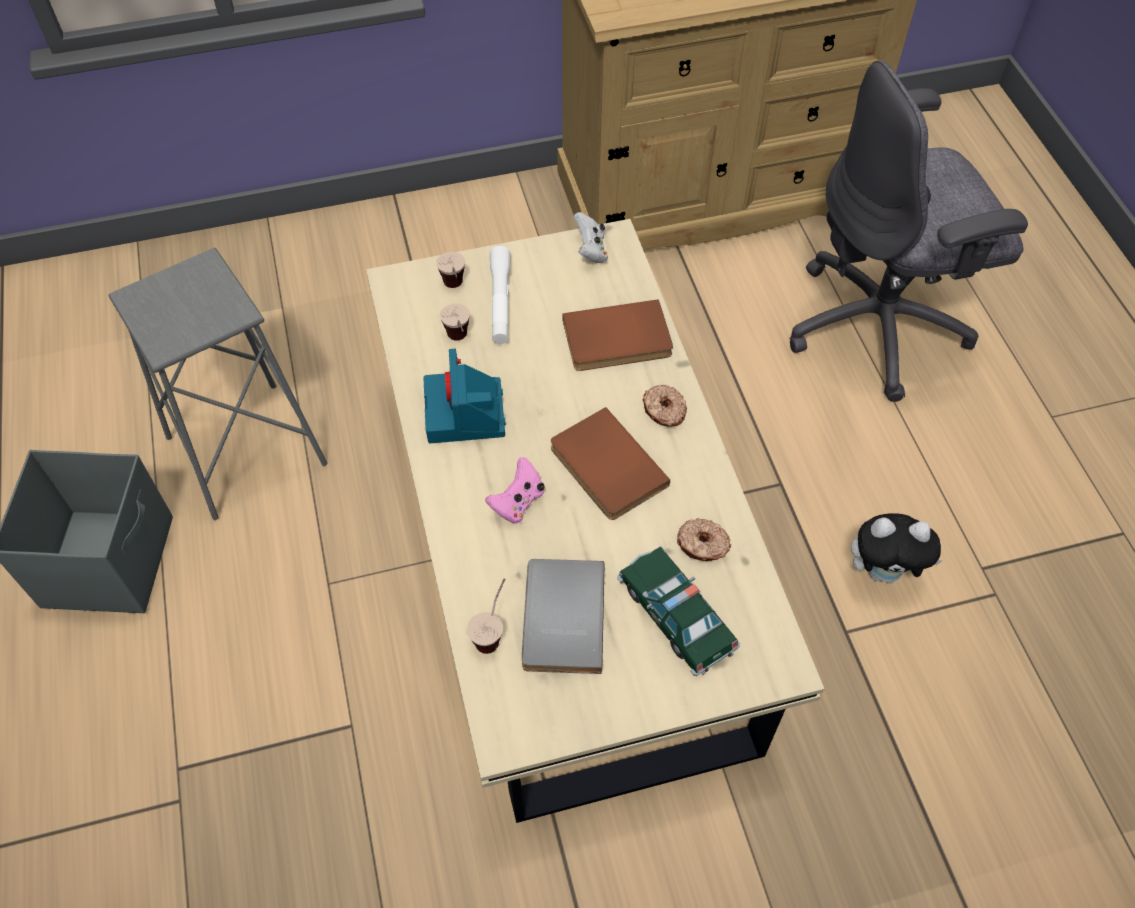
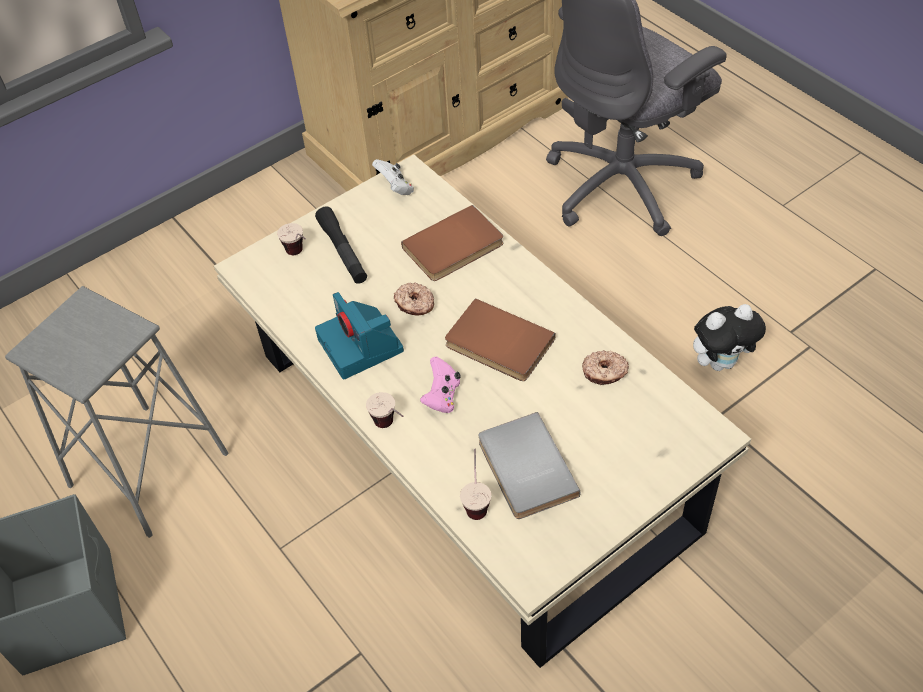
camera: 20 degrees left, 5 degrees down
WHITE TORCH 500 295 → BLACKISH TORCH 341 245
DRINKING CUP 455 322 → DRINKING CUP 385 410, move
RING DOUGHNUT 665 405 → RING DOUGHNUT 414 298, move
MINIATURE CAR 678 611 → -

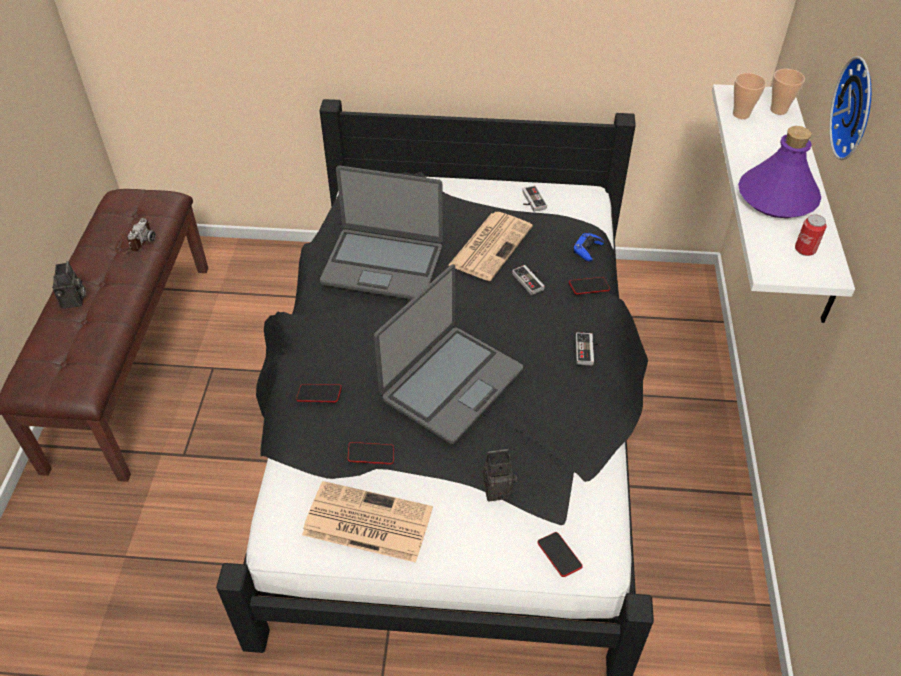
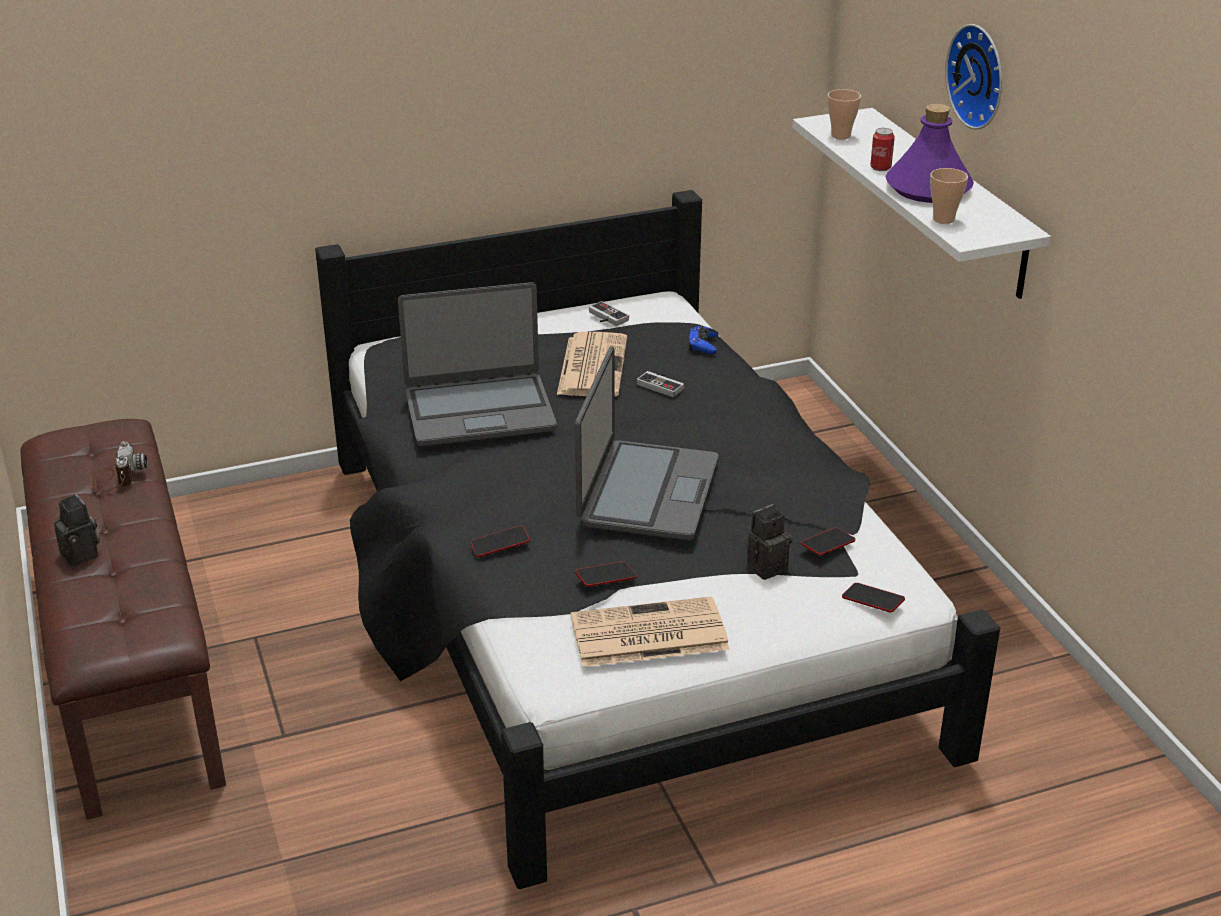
camera: 25 degrees left, 15 degrees down
DRINKING CUP 787 92 → DRINKING CUP 949 196, move
METAL CAN 811 235 → METAL CAN 882 149, move
PHONE 589 285 → PHONE 828 541, move
GAMEPAD 588 349 → -

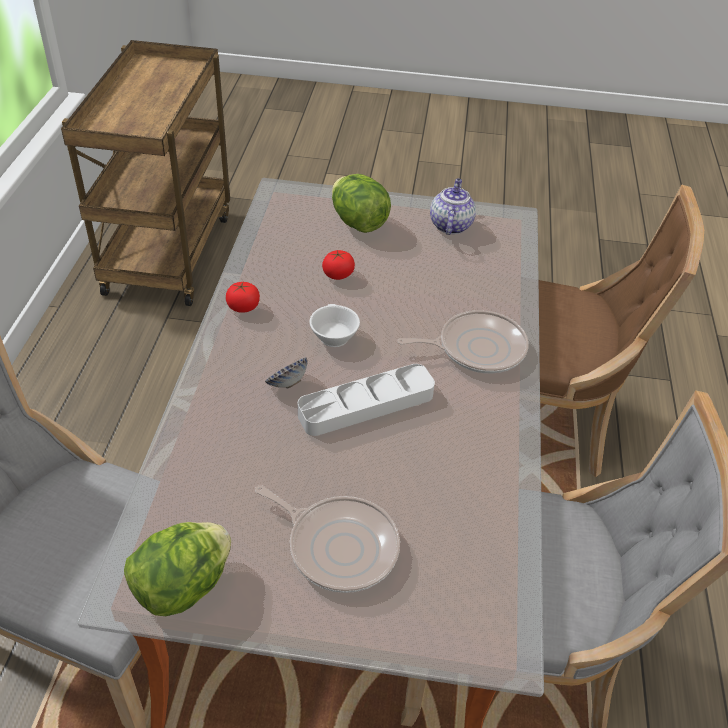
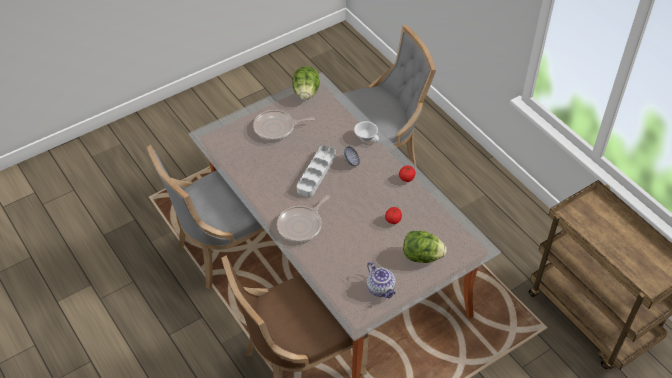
camera: 140 degrees right, 5 degrees up
WHITE DRINKING CUP 334 325 → WHITE DRINKING CUP 366 132, move

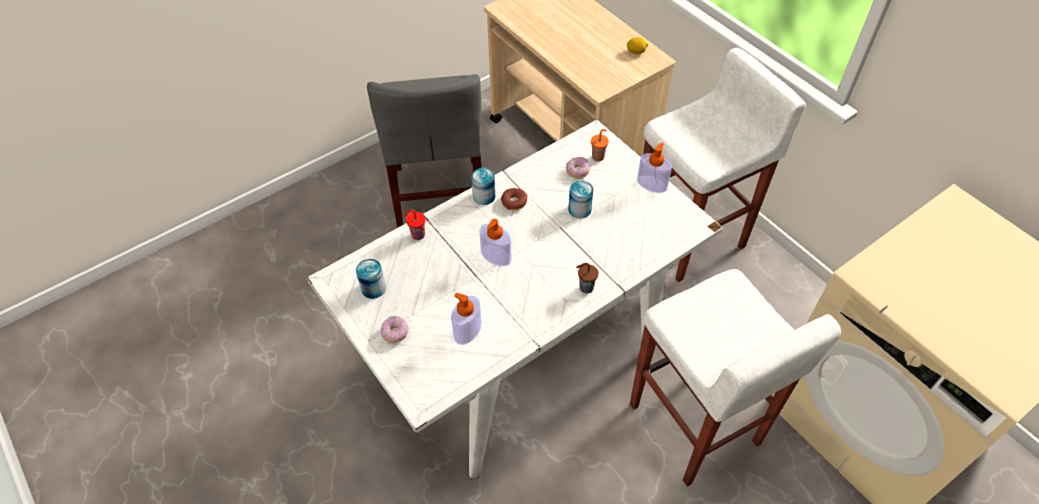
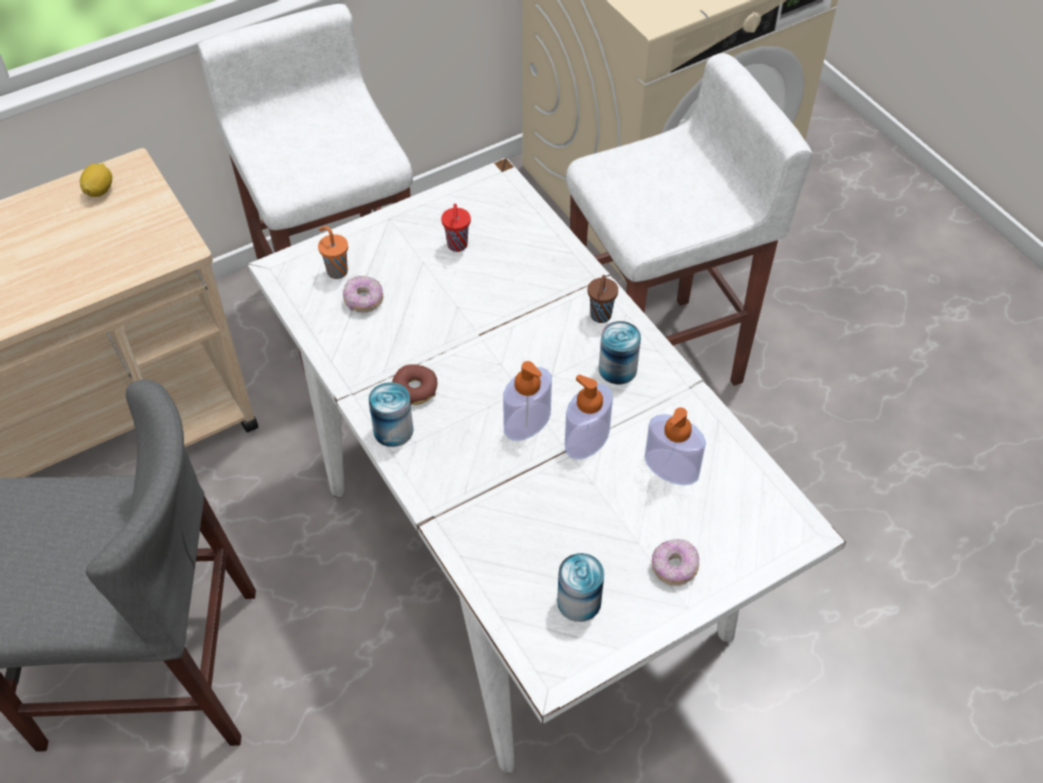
camera: 85 degrees left, 0 degrees up
SOAP BOTTLE 654 168 → SOAP BOTTLE 589 417, move
METAL CAN 580 200 → METAL CAN 620 352, move
RED-COLOURED DRINKING CUP 414 225 → RED-COLOURED DRINKING CUP 456 227, move

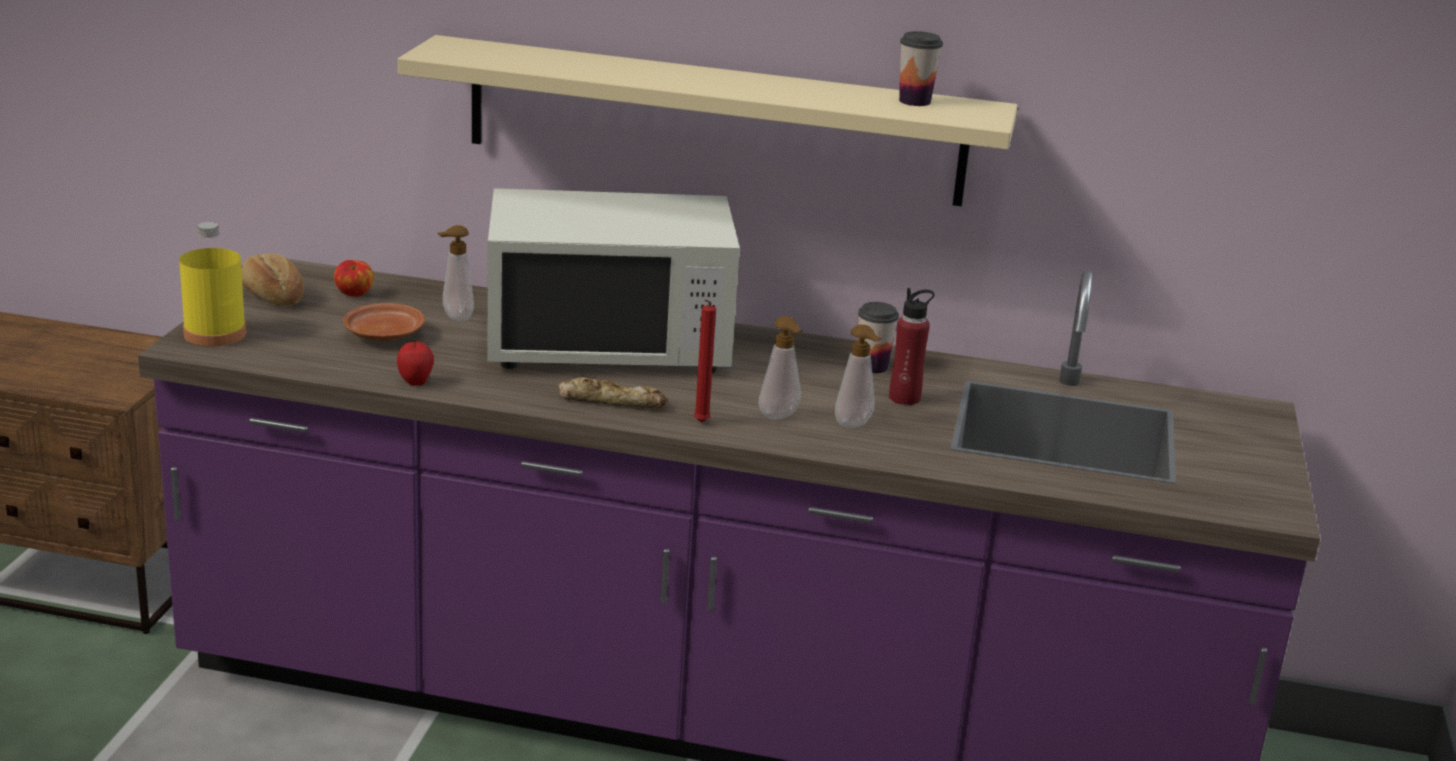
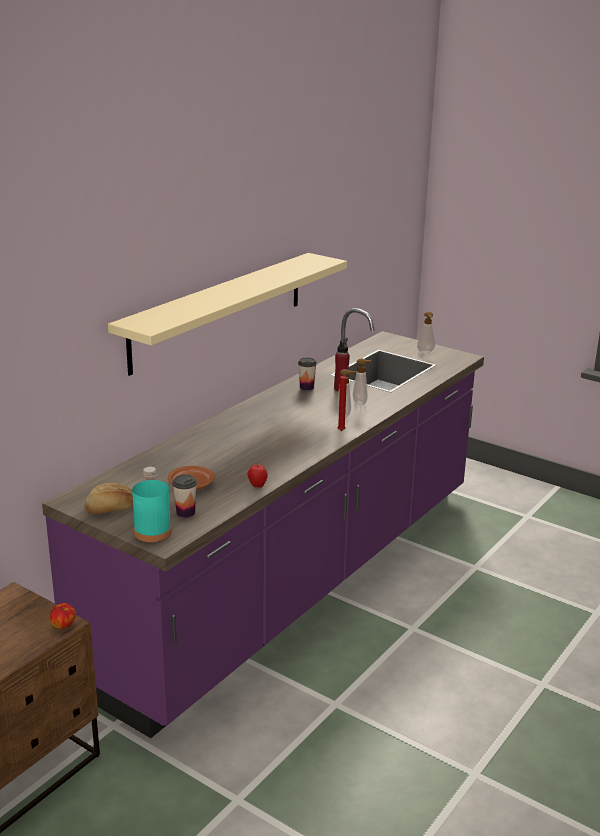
camera: 65 degrees left, 0 degrees up
DRINKING CUP 921 68 → DRINKING CUP 184 496, move
WHITE MICROWAVE 613 280 → -
YELLOW DRINK BOTTLE 212 284 → TURQUOISE-COLOURED DRINK BOTTLE 151 504
SOAP BOTTLE 456 273 → SOAP BOTTLE 426 332, move
APPLE FRUIT 354 278 → APPLE FRUIT 63 616, move
BAKED BREAD 613 393 → -

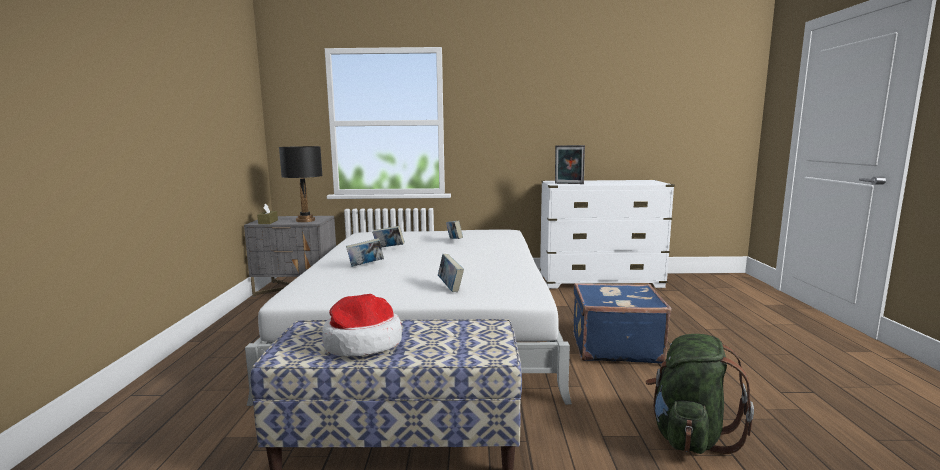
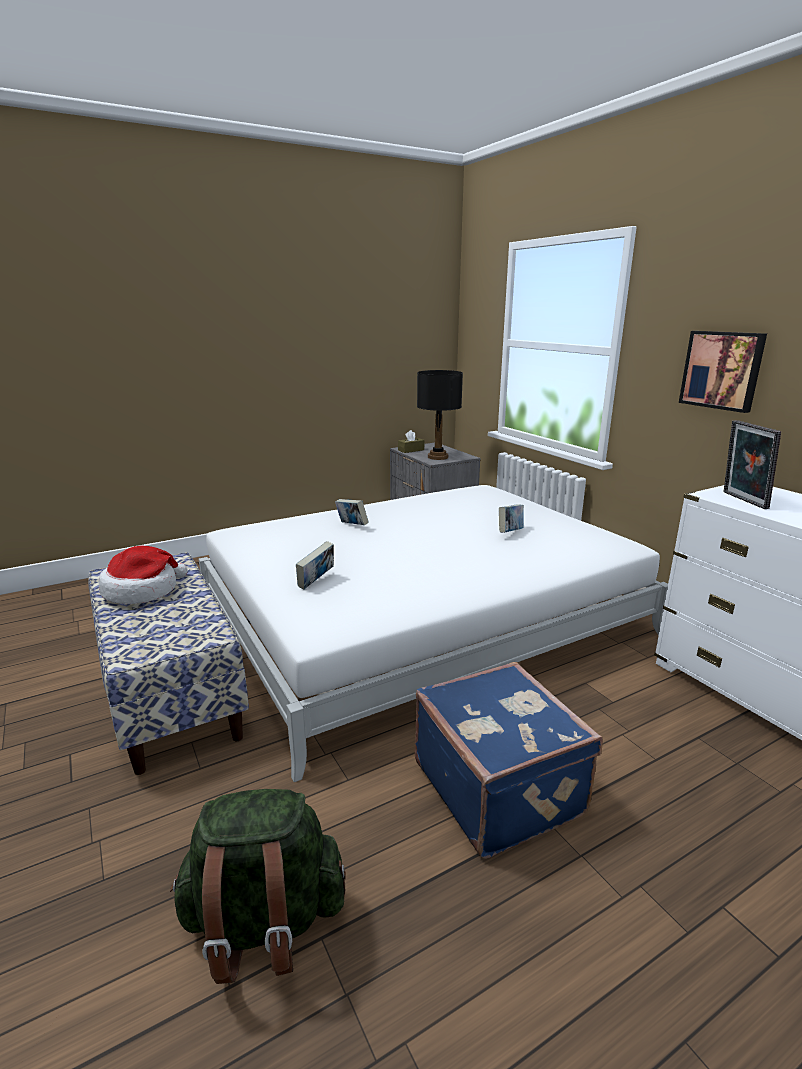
camera: 60 degrees right, 10 degrees up
VOLUME 388 237 → -
- → PICTURE 723 372

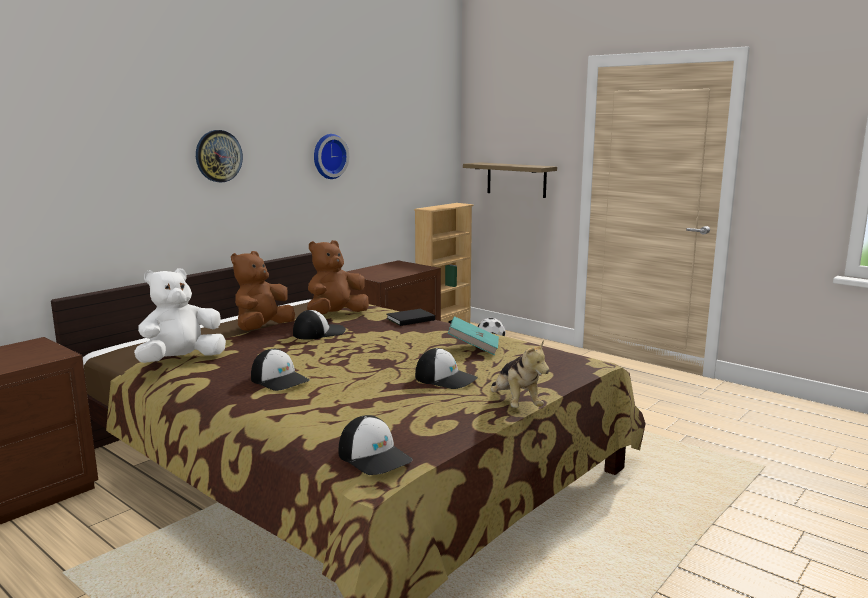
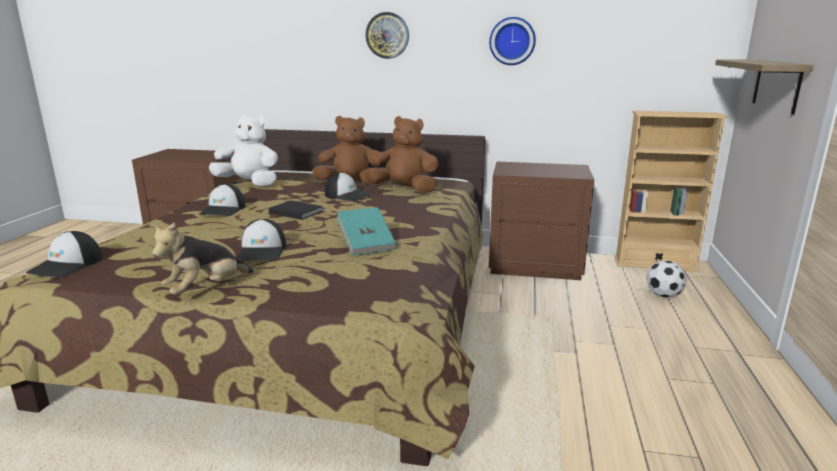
camera: 60 degrees right, 5 degrees up
BLACKISH VOLUME 410 317 → BLACKISH VOLUME 296 210, move

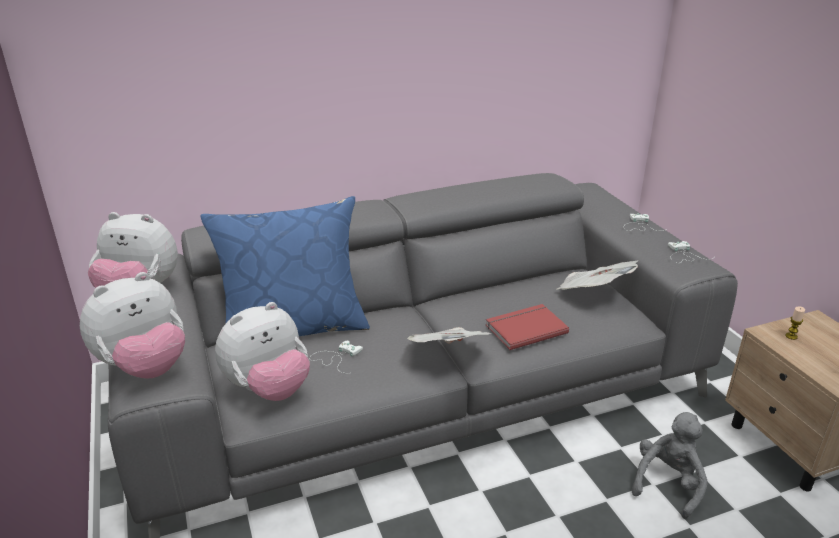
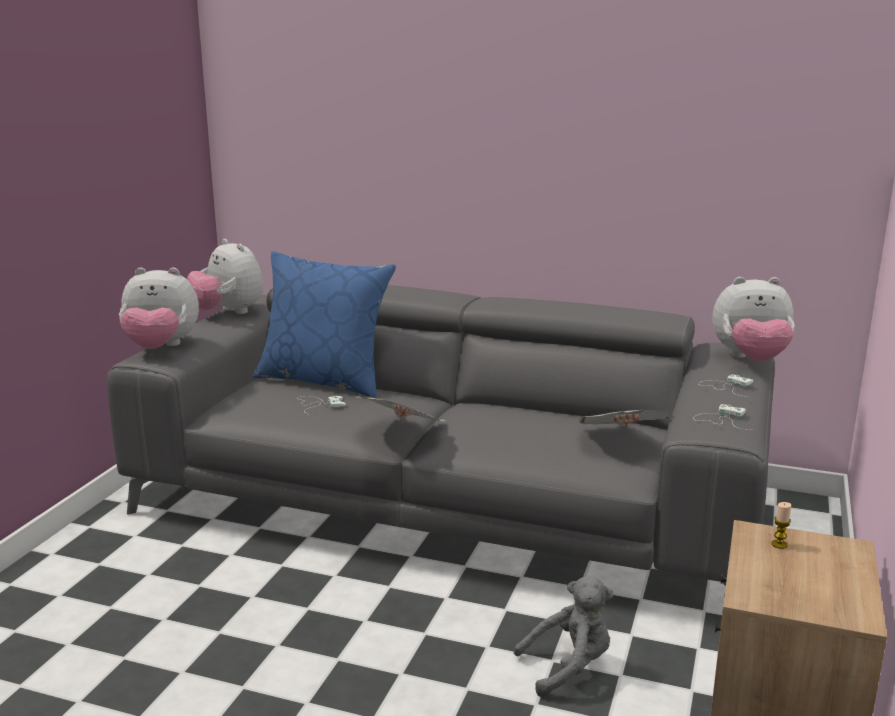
camera: 40 degrees right, 10 degrees down
CUDDLY TOY 262 351 → CUDDLY TOY 754 319, move
RED-COLOURED VOLUME 527 327 → -

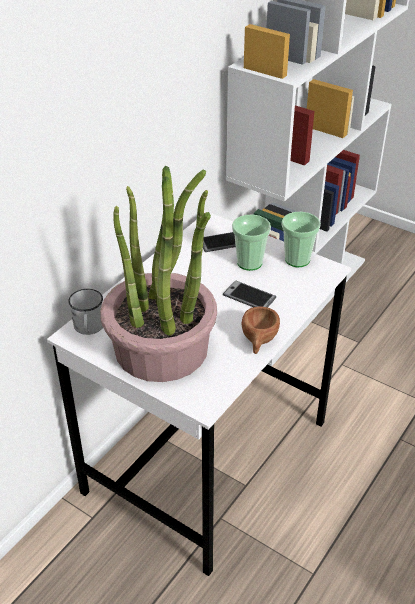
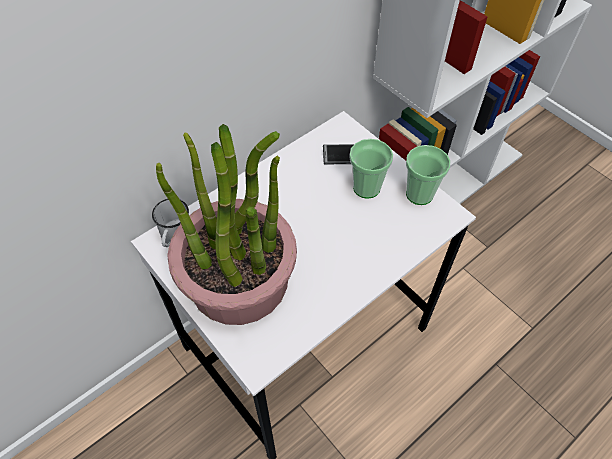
camera: 15 degrees right, 15 degrees up
PHONE 249 293 → -
BROWN-COLOURED DRINKING CUP 261 330 → -

